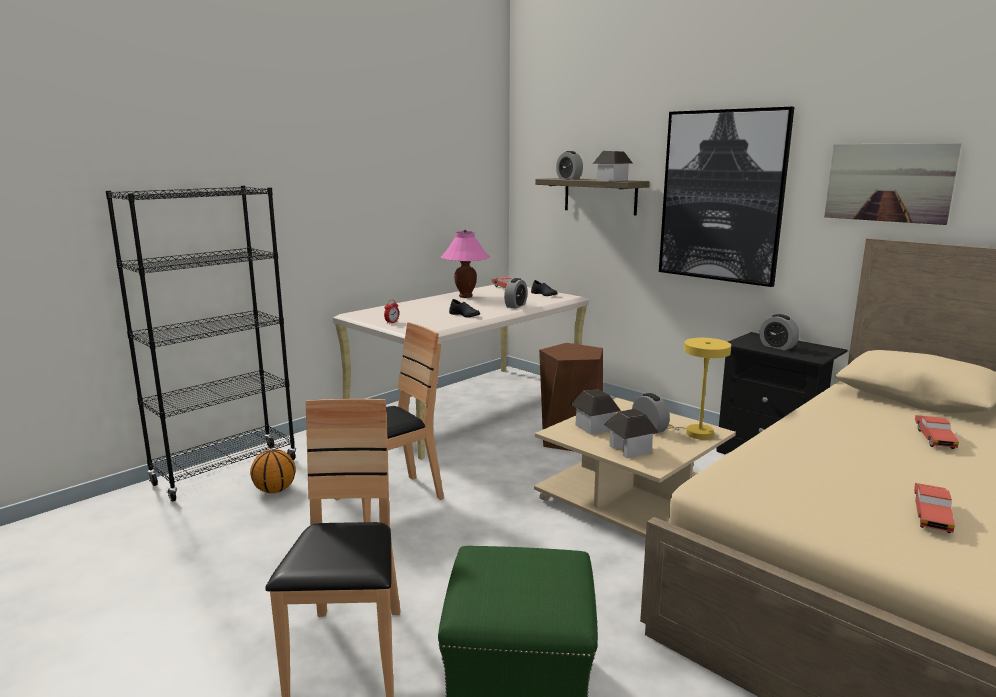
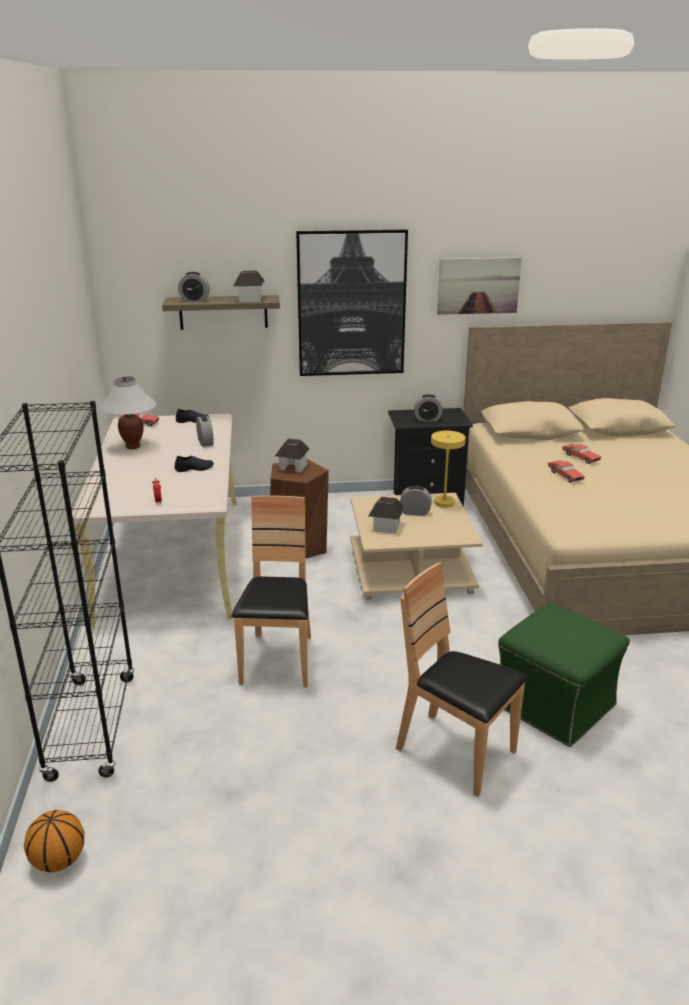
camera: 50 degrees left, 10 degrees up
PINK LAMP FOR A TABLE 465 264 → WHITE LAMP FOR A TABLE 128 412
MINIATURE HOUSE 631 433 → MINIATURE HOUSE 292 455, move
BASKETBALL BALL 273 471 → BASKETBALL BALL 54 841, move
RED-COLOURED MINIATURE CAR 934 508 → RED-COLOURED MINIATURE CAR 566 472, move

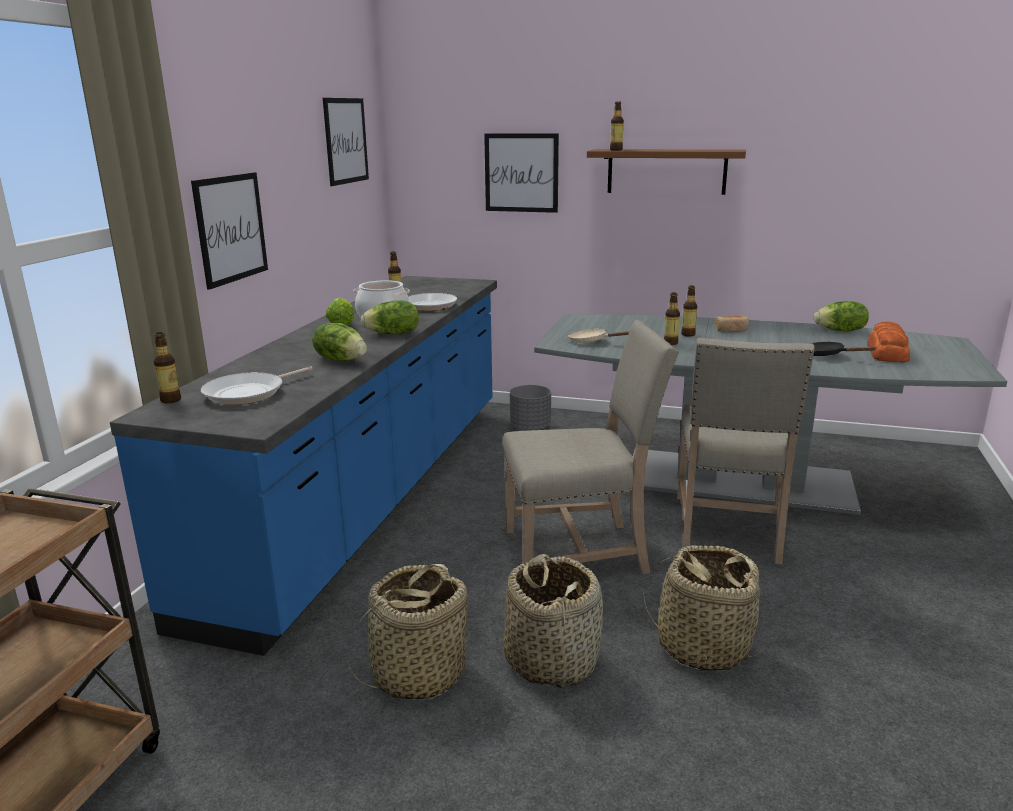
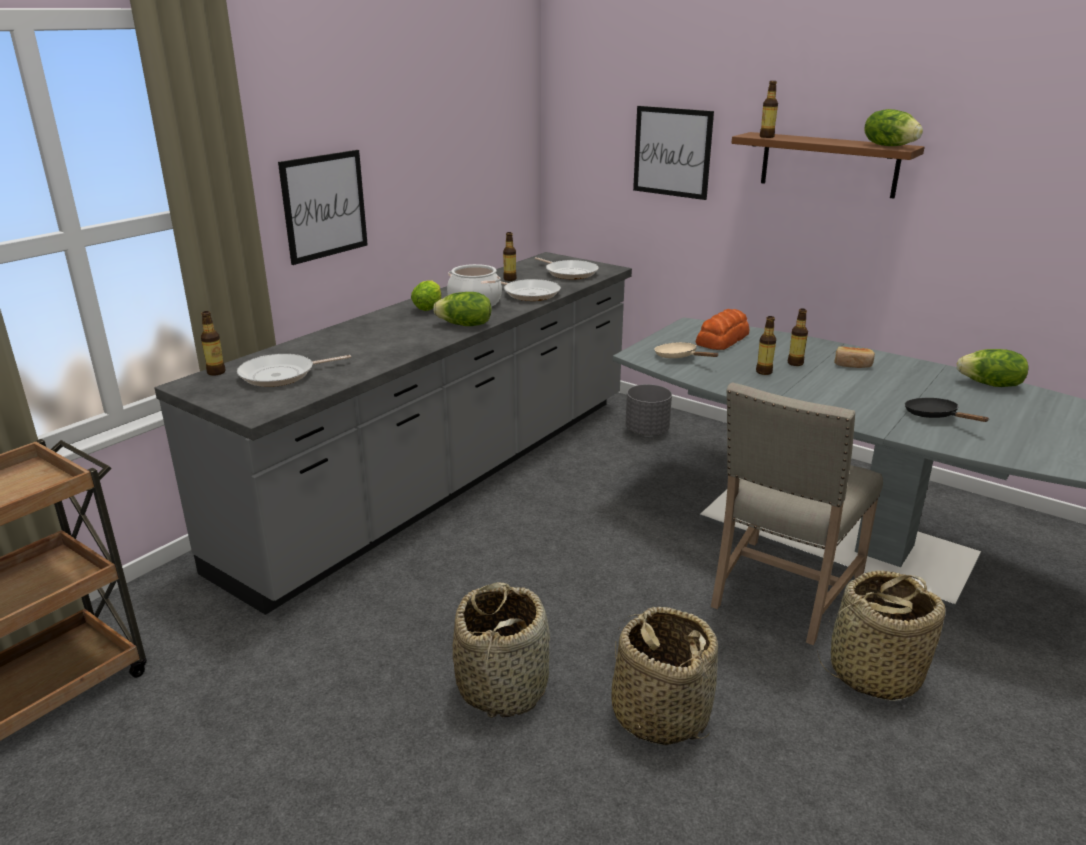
camera: 20 degrees right, 5 degrees up
PICTURE 346 142 → -
BLUISH COUNTER 303 466 → GRAY COUNTER 393 433
BEIGE-COLOURED CHAIR 591 447 → -
BAKED BREAD 888 342 → BAKED BREAD 722 329, move
LETTUCE HEAD 339 342 → LETTUCE HEAD 893 127, move
HOUSEHOLD BASKET 408 632 → HOUSEHOLD BASKET 881 635, move
- → PAN 567 268

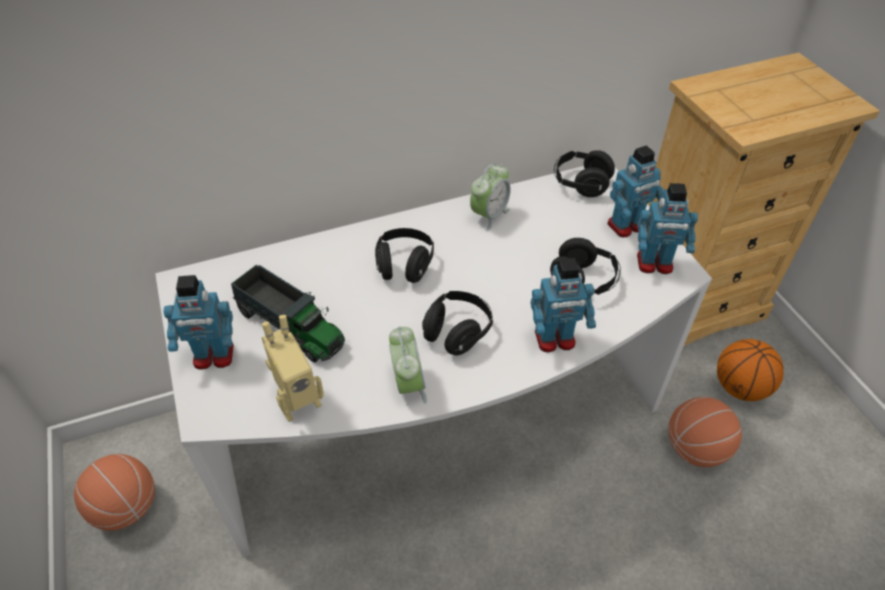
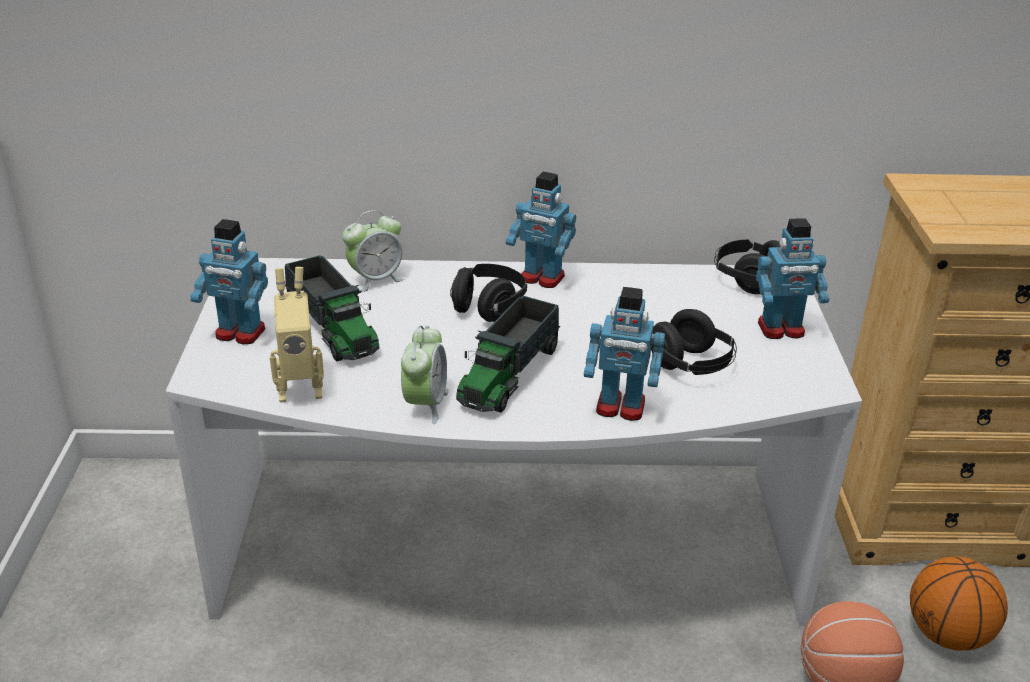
camera: 20 degrees right, 15 degrees down
BEDSIDE CLOCK 490 197 → BEDSIDE CLOCK 373 251, move
TOY ROBOT 667 228 → TOY ROBOT 541 230, move
BLACKISH HEADSET 457 323 → MODEL TRUCK 508 354
BASKETBALL BALL 114 492 → -

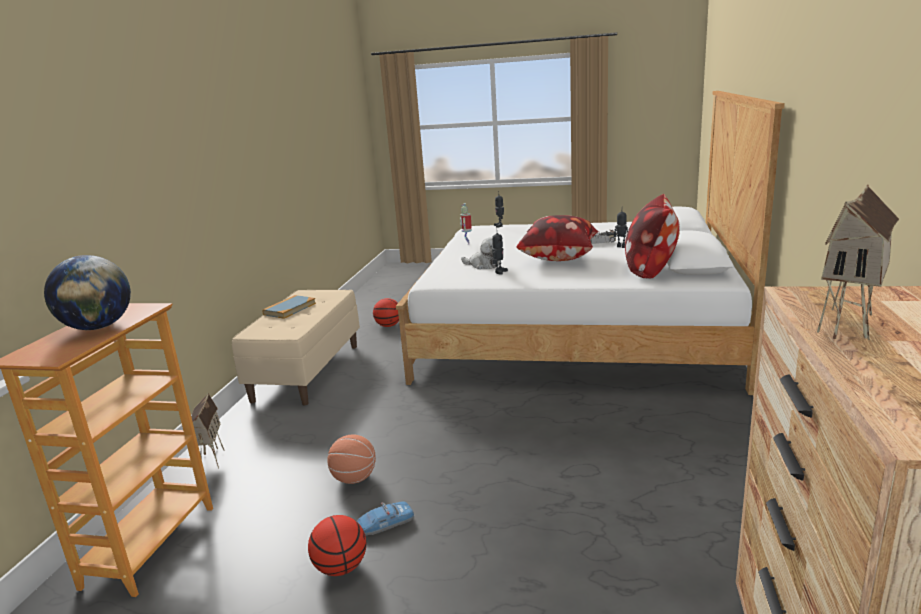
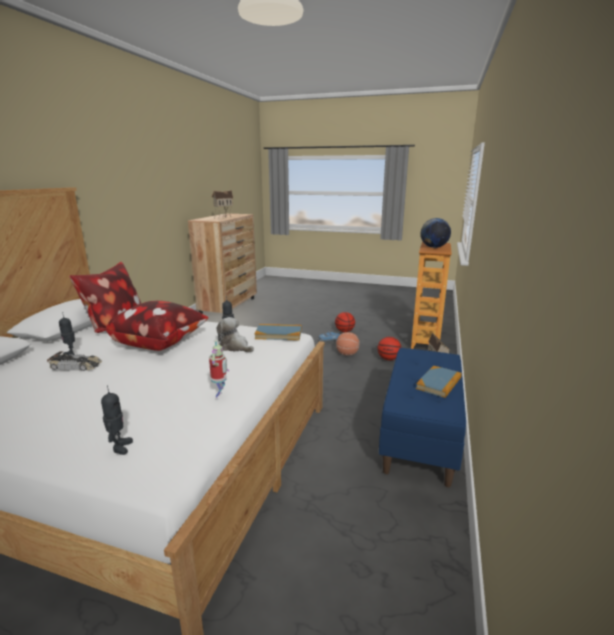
camera: 175 degrees left, 0 degrees up
BEIGE-COLOURED BENCH 296 347 → BLUISH BENCH 422 417
BASKETBALL BALL 386 312 → BASKETBALL BALL 389 348, move
- → VOLUME 278 332

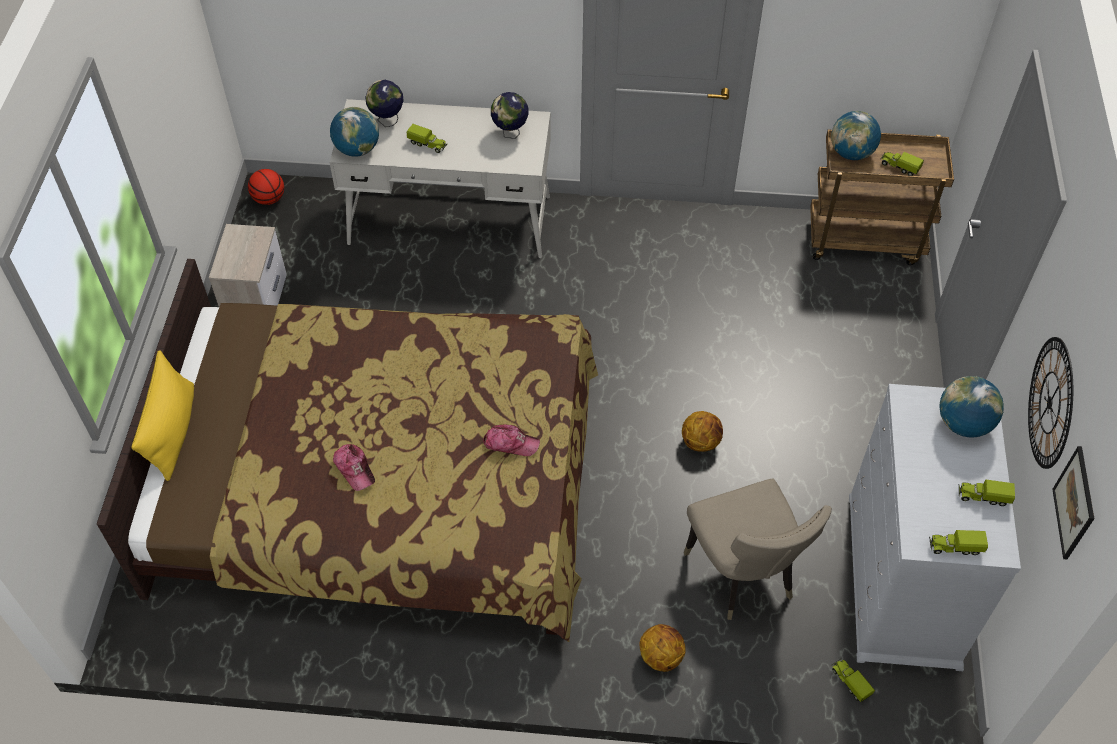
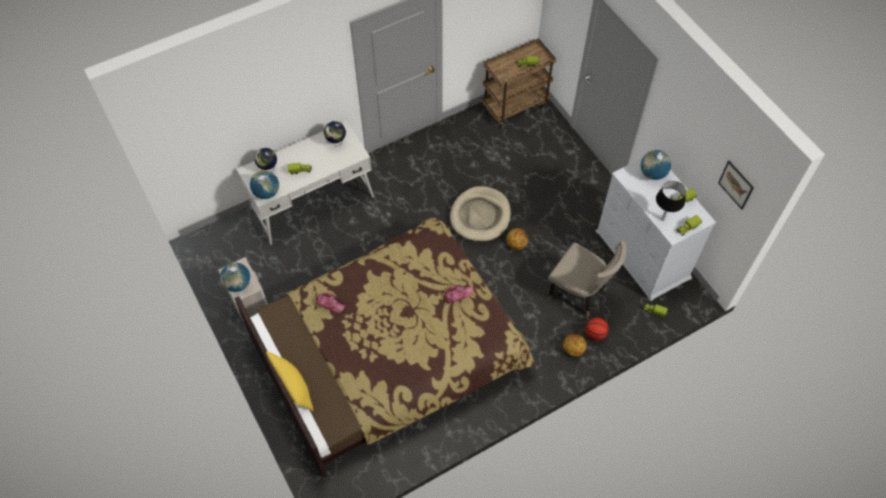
camera: 35 degrees left, 5 degrees up
GLOBE 856 135 → GLOBE 235 277, move
BASKETBALL BALL 266 187 → BASKETBALL BALL 597 329, move
WALL CLOCK 1050 403 → -
CAP 354 467 → CAP 330 303, move
- → BLACKISH LAMP FOR A TABLE 671 201
- → BEIGE-COLOURED PET BED 480 214

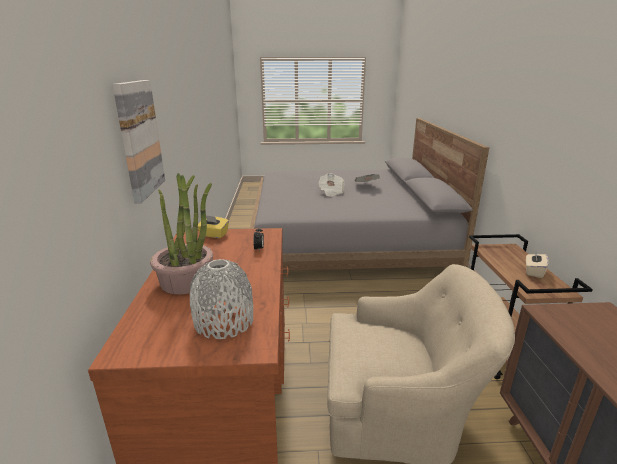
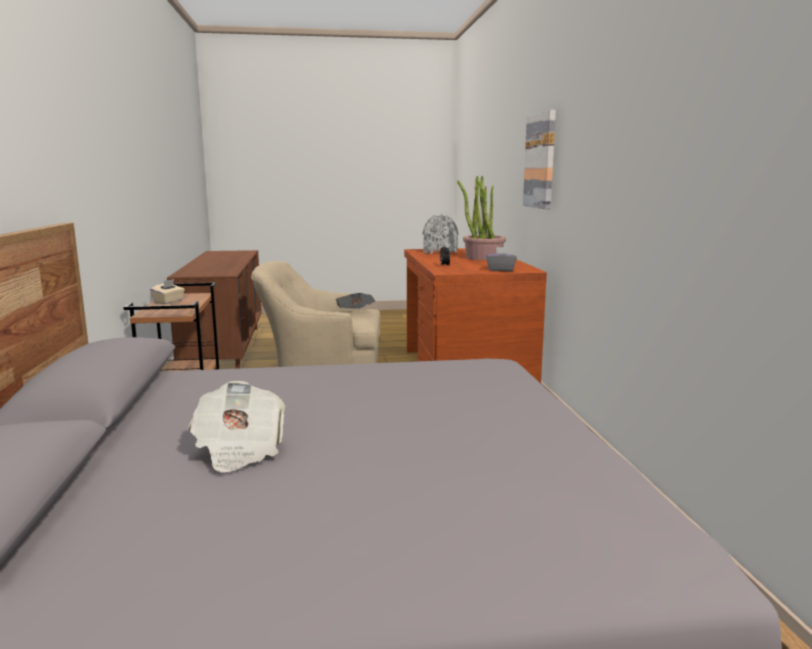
camera: 175 degrees right, 10 degrees down
DAILY PAPER 331 185 → DAILY PAPER 355 301, move
YELLOW BOX OF TISSUES 213 226 → GRAY BOX OF TISSUES 501 259

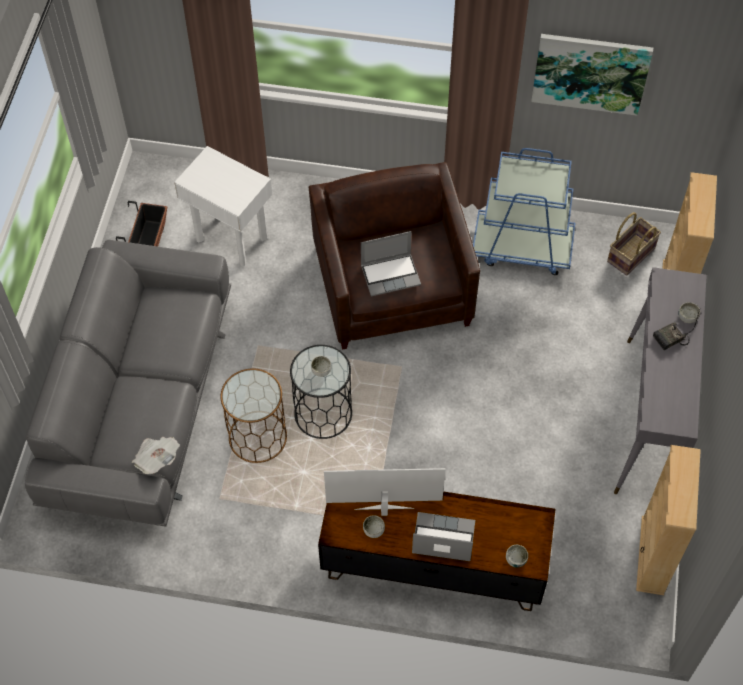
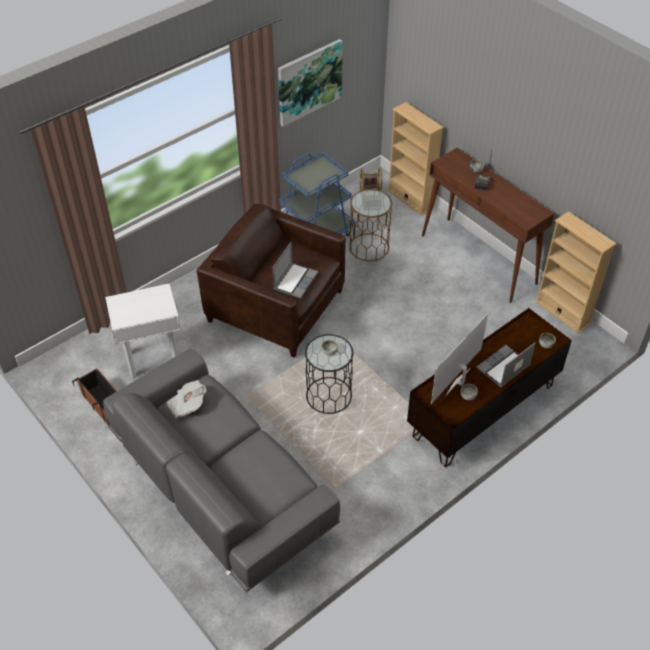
camera: 50 degrees left, 10 degrees down
GRAY HALL TABLE 660 380 → BROWN-COLOURED HALL TABLE 488 225
BROWN-COLOURED ACCENT TABLE 253 416 → BROWN-COLOURED ACCENT TABLE 370 225, move
DAILY PAPER 156 455 → DAILY PAPER 186 399, move

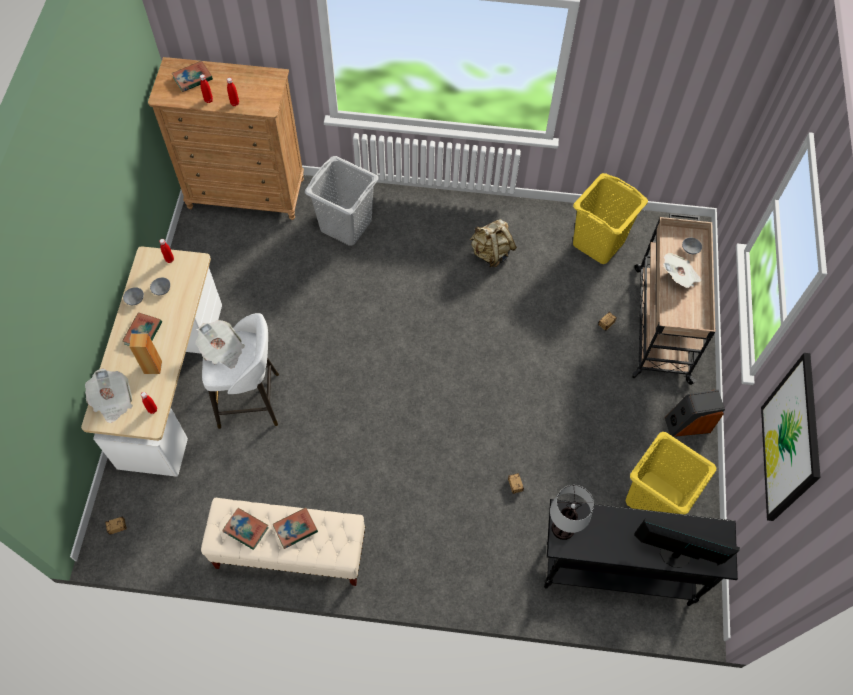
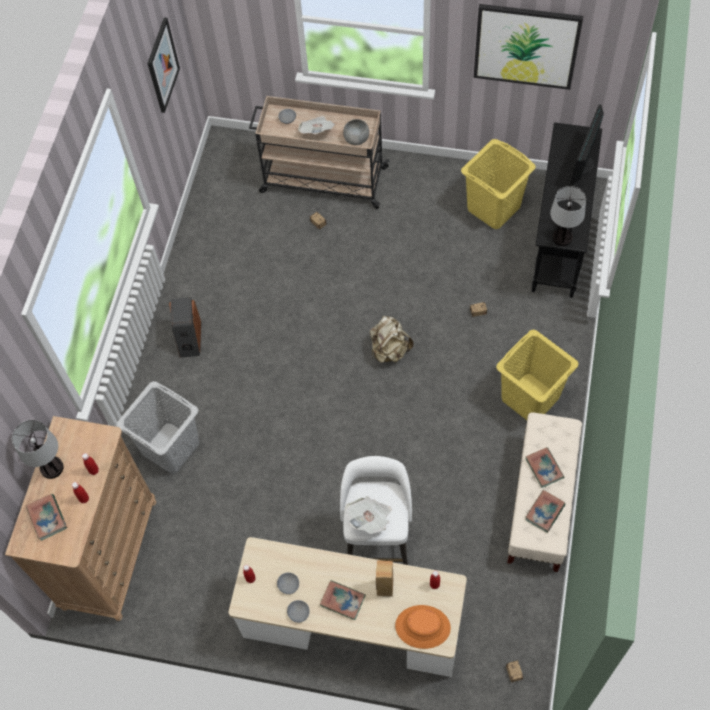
camera: 80 degrees left, 0 degrees up
YELLOW WASHING BASKET 610 218 → YELLOW WASHING BASKET 537 375, move
BEIGE-COLOURED BACKPACK 493 243 → BEIGE-COLOURED BACKPACK 391 339, move
DAILY PAPER 109 395 → ORANGE-COLOURED HAT 423 627
AUDIO SPEAKER 695 413 → AUDIO SPEAKER 185 327, move
- → PICTURE 163 65
- → GRAY DEEP DISH 356 132
- → LAMP FOR A TABLE 38 449

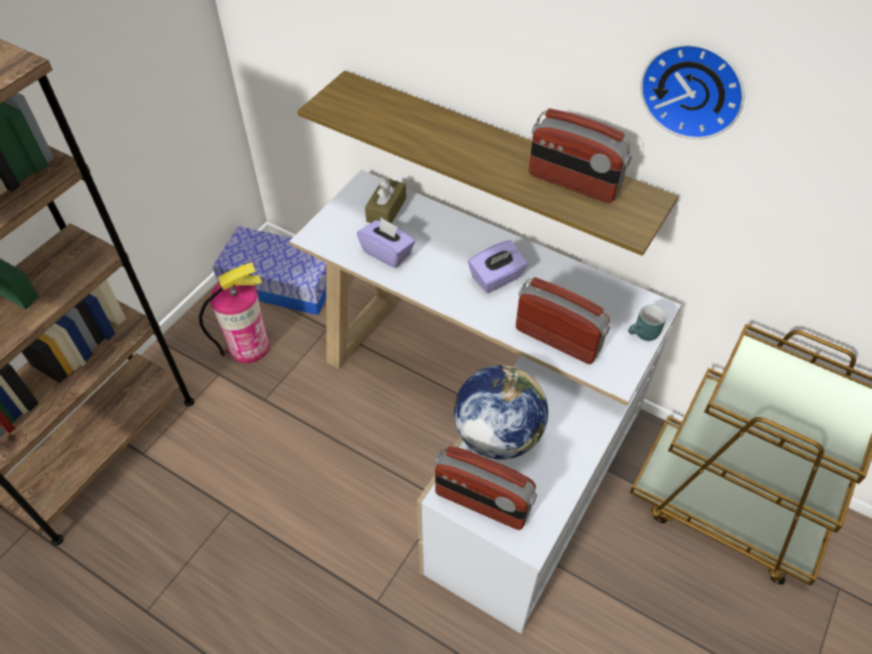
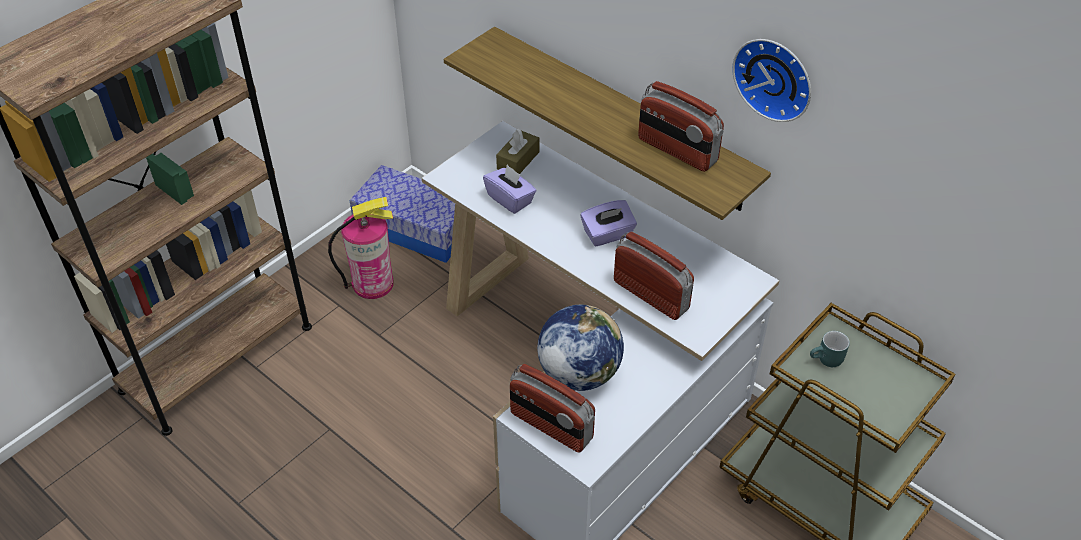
camera: 10 degrees right, 5 degrees down
TURQUOISE-COLOURED TEA MUG 647 323 → TURQUOISE-COLOURED TEA MUG 830 349, move

